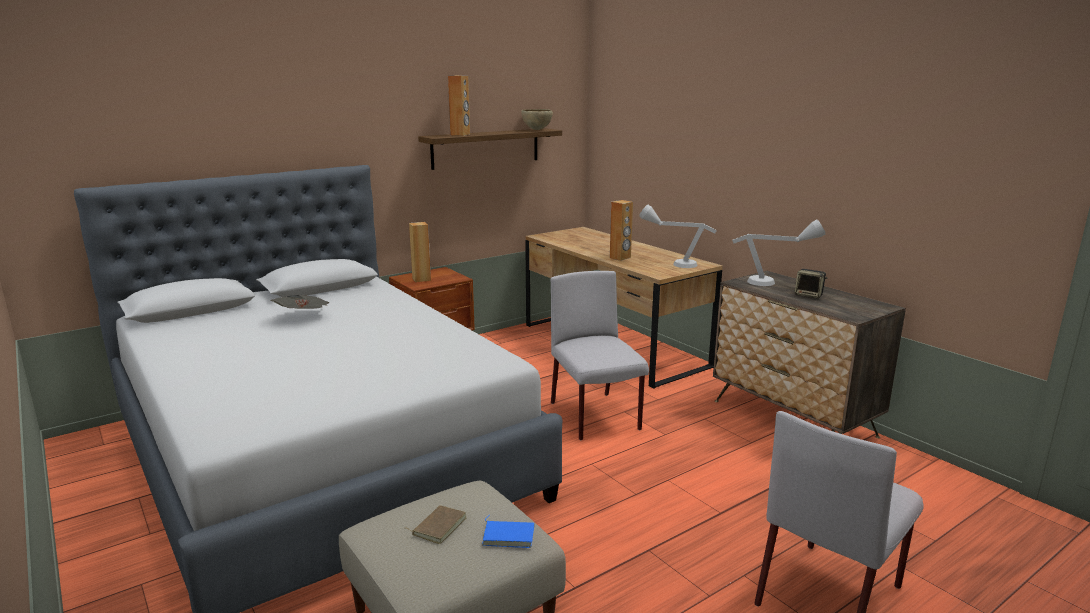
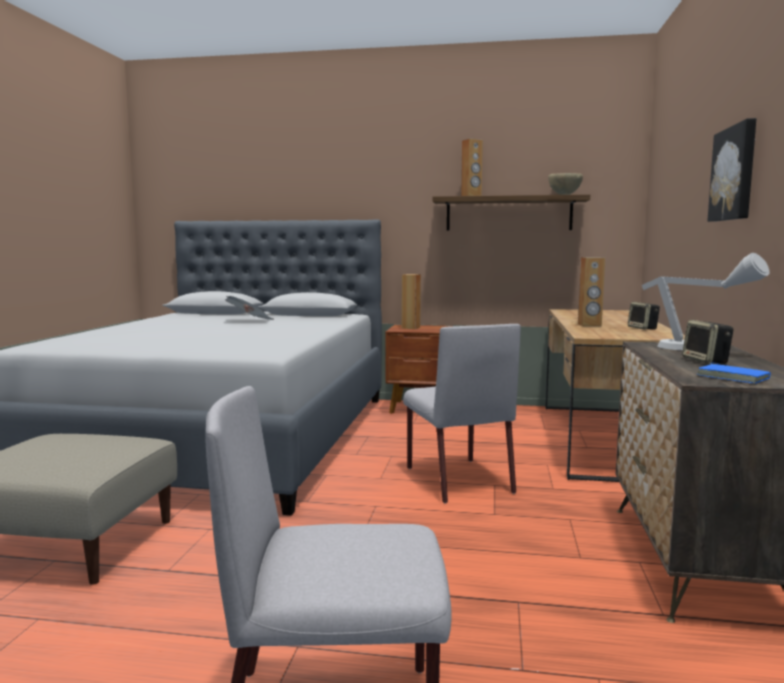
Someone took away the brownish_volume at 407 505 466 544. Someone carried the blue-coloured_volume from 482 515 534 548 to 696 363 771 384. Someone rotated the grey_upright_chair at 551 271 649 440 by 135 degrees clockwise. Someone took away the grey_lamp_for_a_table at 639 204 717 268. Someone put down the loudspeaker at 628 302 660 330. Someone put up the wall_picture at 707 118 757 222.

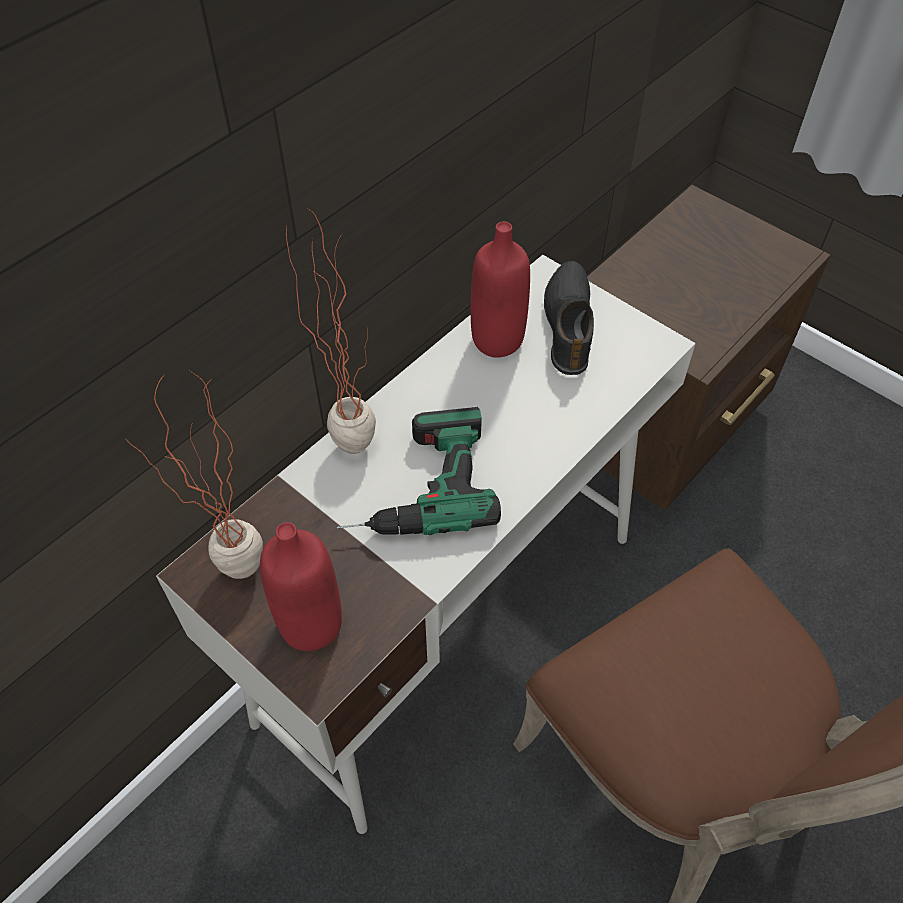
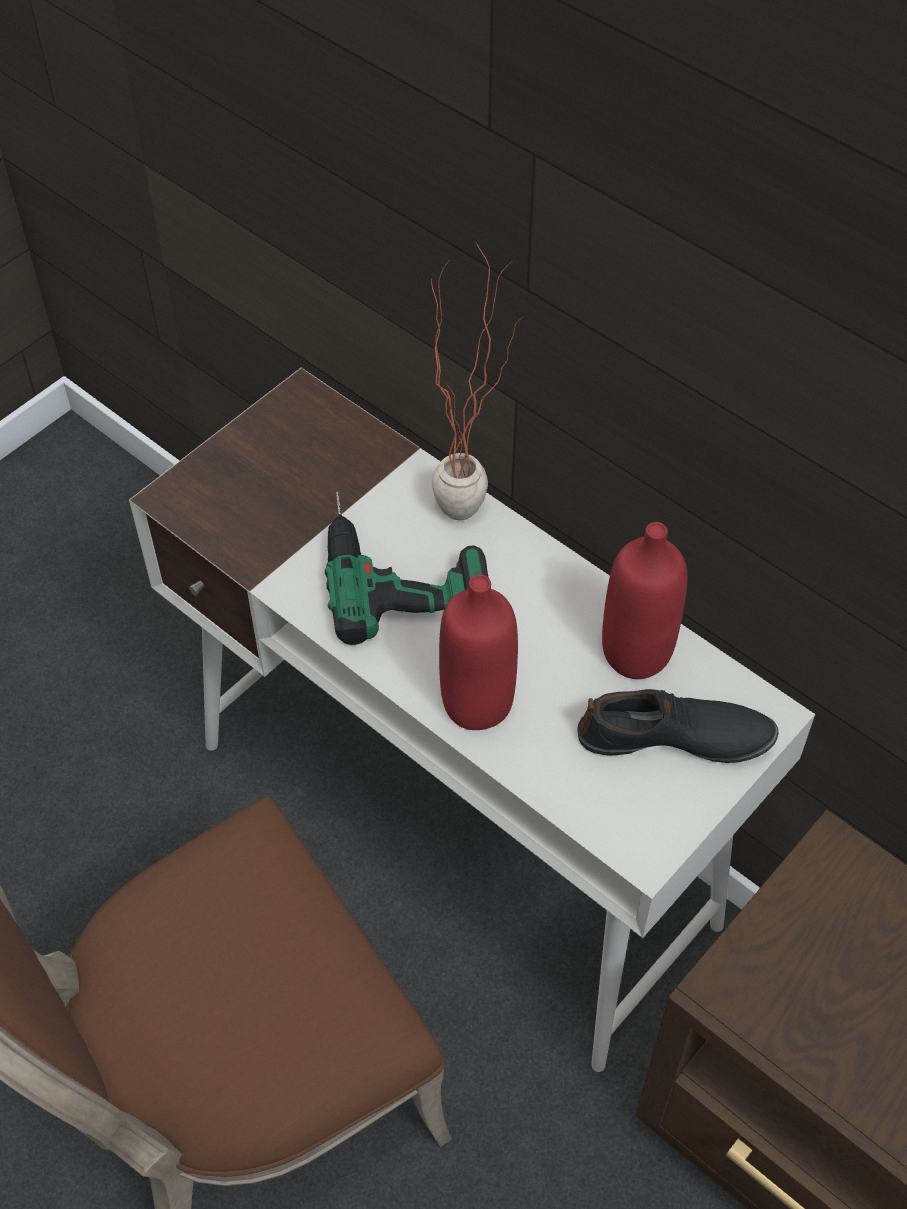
Someone took away the plant_in_a_pot at 130 371 263 579. Someone carried the red-coloured_bottle from 260 522 342 651 to 439 574 518 730.

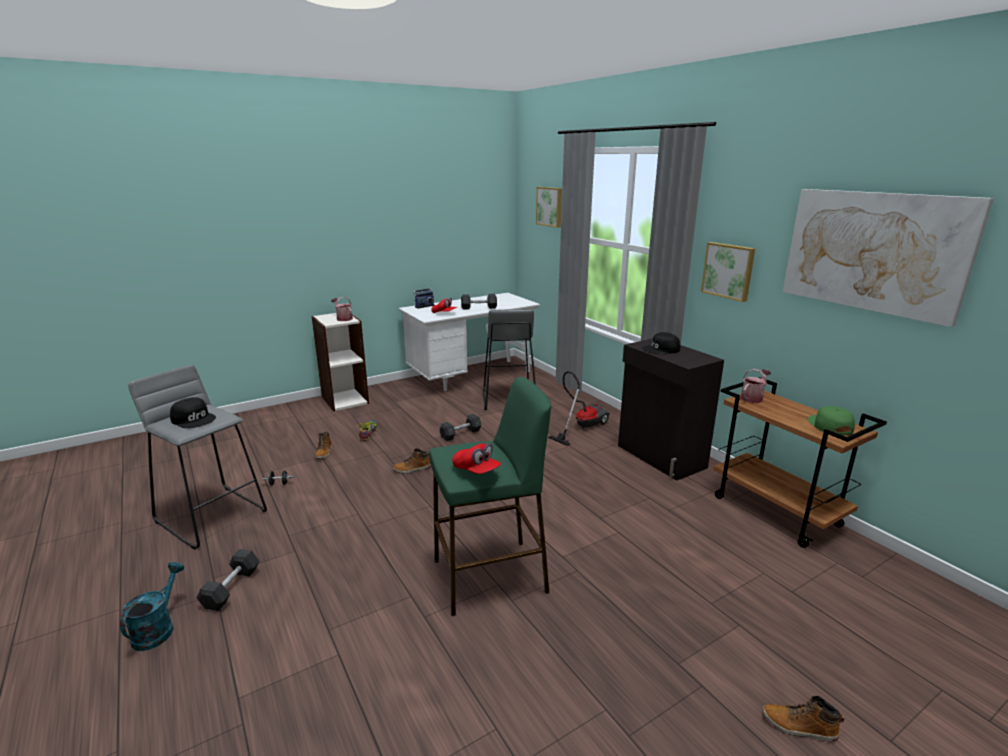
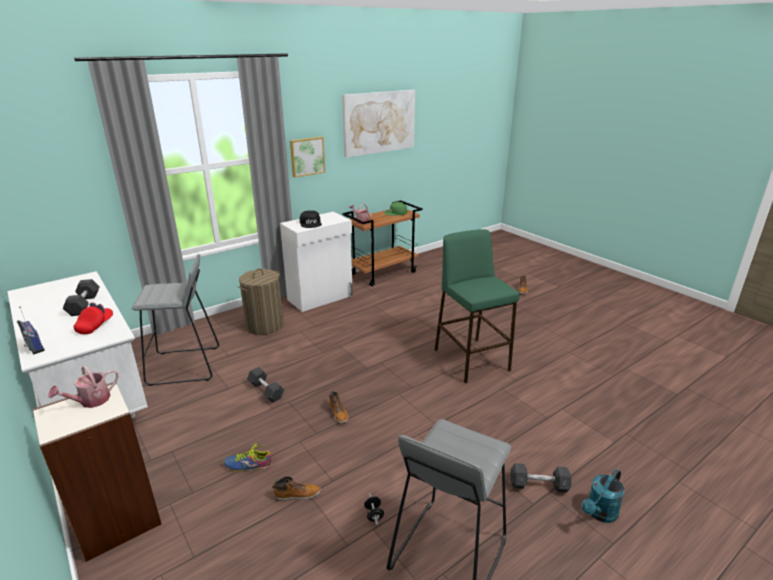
Someone rotated the turquoise-coloured_watering_pot at 120 562 184 651 by 45 degrees counterclockwise. Someone took away the black-coloured_cap at 170 397 216 428. Someone took away the red-coloured_cap at 452 443 501 474. Someone took away the wall_picture at 536 187 562 228. Someone swapped the hoover at 548 371 610 446 for the hamper at 238 268 284 335. Someone repainted the black-coloured_cupboard at 618 338 724 481, which became the white-coloured_cupboard at 280 212 353 312.

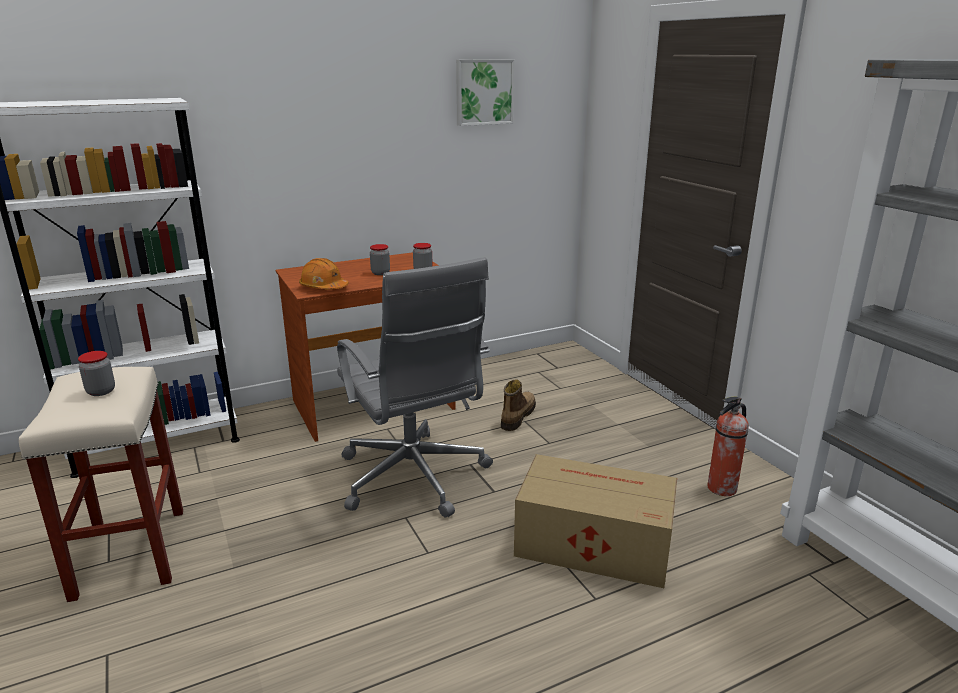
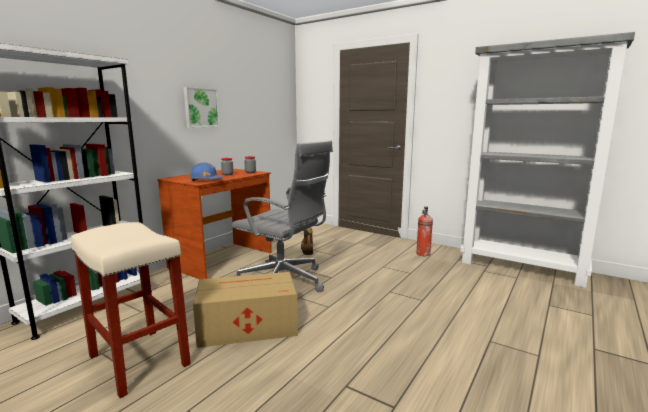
Someone took away the preserve_jar at 78 351 115 396. Someone repainted the orange-coloured_safety_helmet at 299 258 349 289, which became the blue-coloured_safety_helmet at 189 163 222 181. Someone carried the wall_picture from 456 59 515 126 to 184 87 220 128. Someone carried the packing_box from 514 454 677 588 to 193 272 298 348.

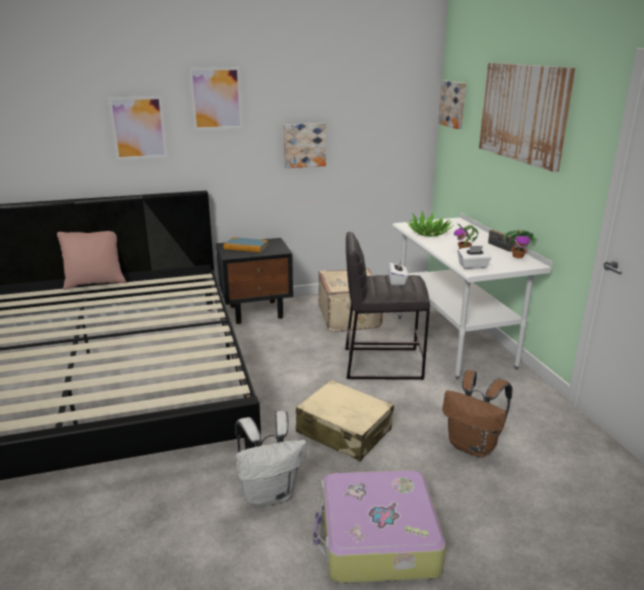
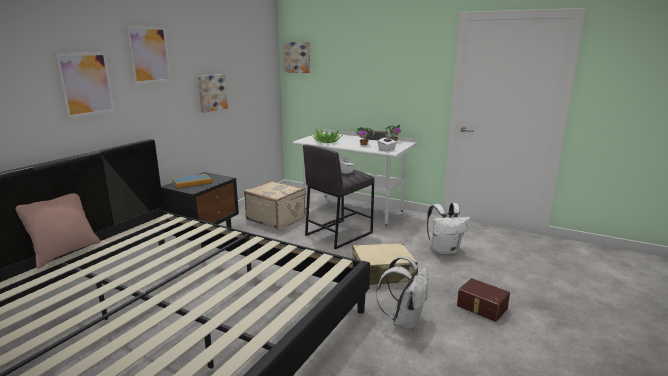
Someone swapped the piece_of_luggage at 313 470 446 583 for the brownish_storage_box at 457 278 510 322. Someone repainted the brownish_knapsack at 442 370 512 457, which became the white-coloured_knapsack at 427 203 470 255. Someone took away the wall_picture at 479 63 575 172.

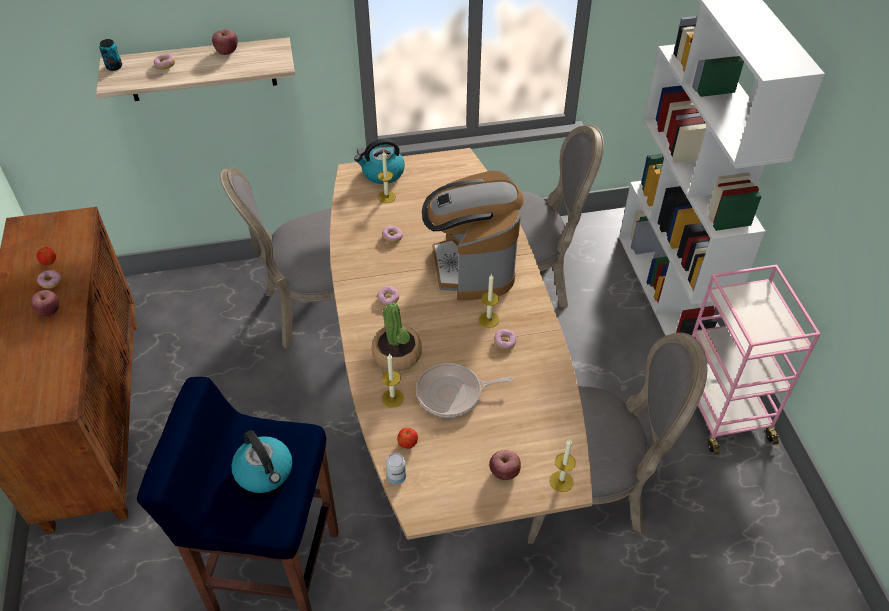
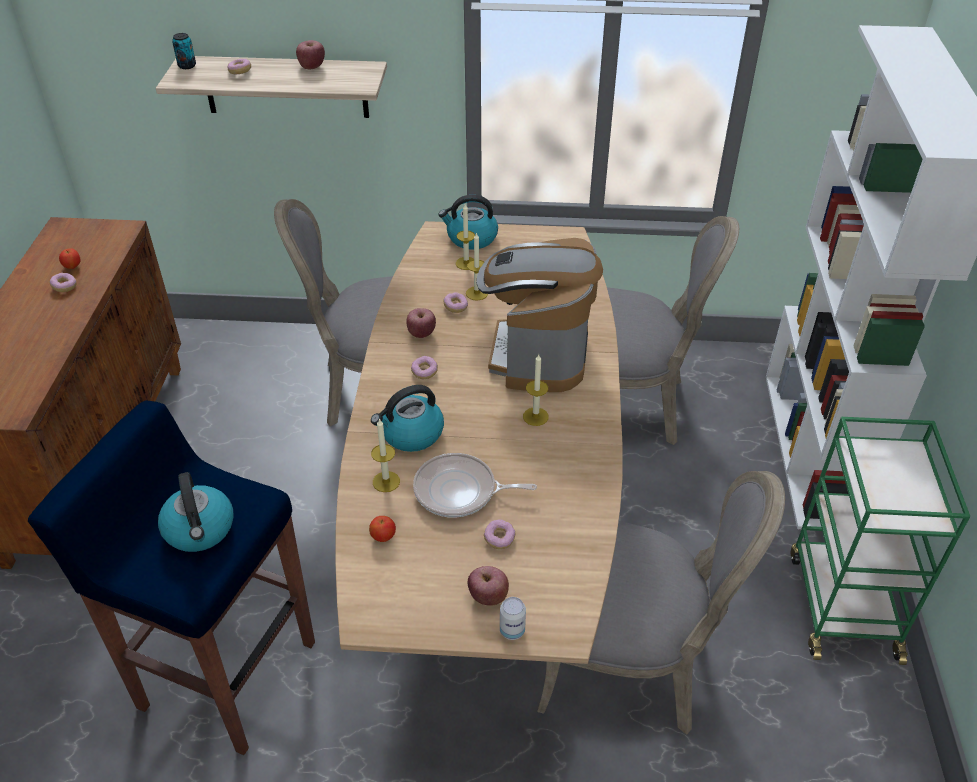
Someone carried the apple from 31 290 59 317 to 406 308 436 338. Someone swapped the plant_in_a_pot at 372 302 422 371 for the kettle at 371 385 444 452. Someone carried the can from 386 453 406 484 to 500 597 526 640. Someone carried the donut from 494 329 516 350 to 484 519 515 549. Someone carried the candle from 550 439 576 492 to 466 233 488 301. Someone repainted the pinkish_cart at 692 265 820 455, which became the greenish_cart at 790 417 970 665.

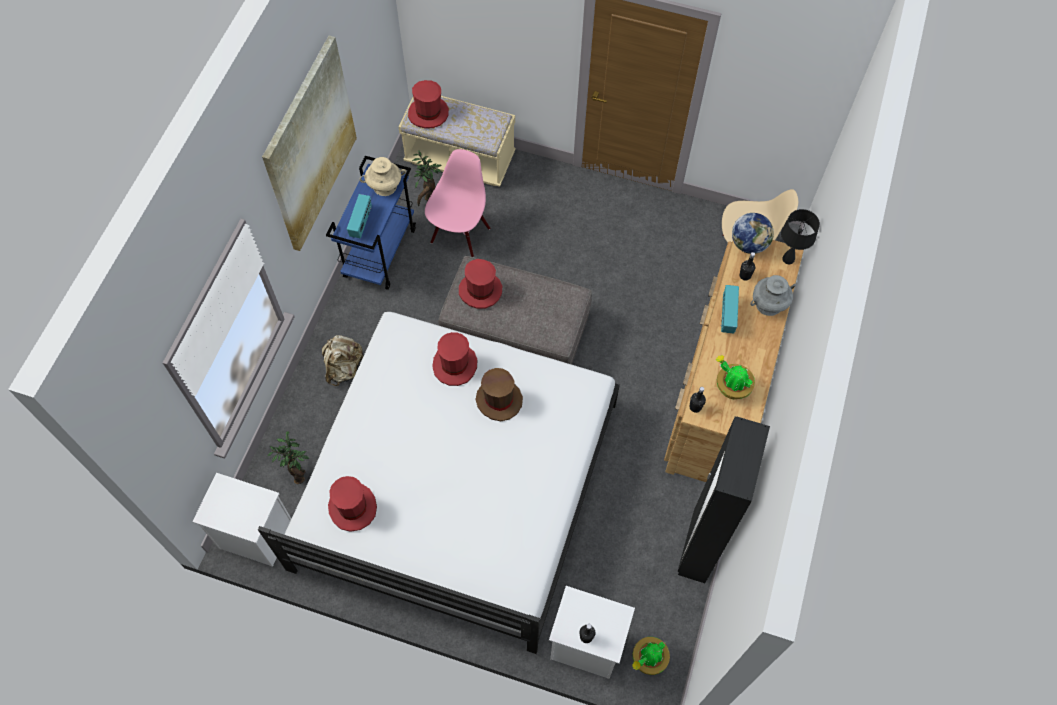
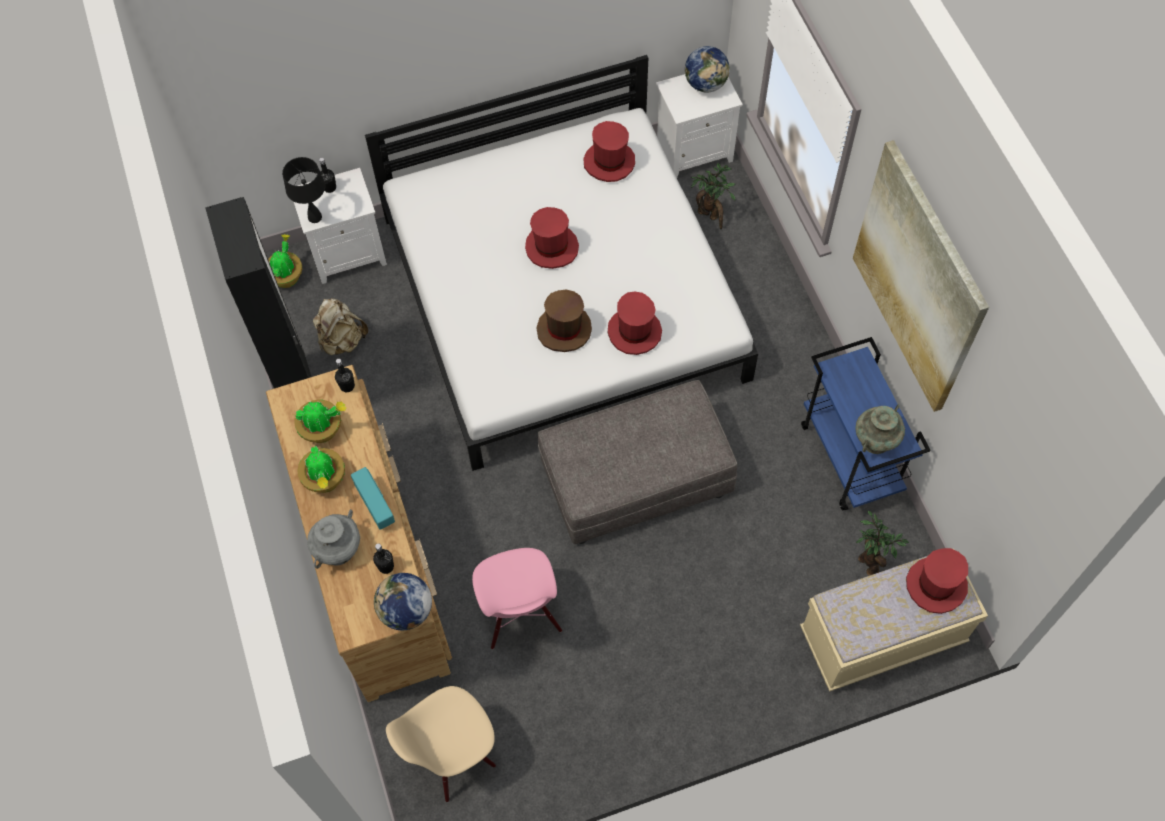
Someone carried the beige_knapsack from 322 335 363 386 to 313 298 368 355. Someone took away the radio at 347 194 372 238. Someone repainted the beige_decorative_vase at 360 157 406 196, which became the turquoise-coloured_decorative_vase at 855 404 905 454. Someone carried the pinkish_upright_chair from 425 149 490 257 to 472 548 562 649. Someone carried the red-coloured_hat from 459 259 502 309 to 525 207 579 269. Someone carried the black-coloured_lamp_for_a_table from 781 209 820 264 to 282 157 325 223. Someone put down the plant_in_a_pot at 297 445 345 493. Someone put down the world_globe at 685 46 730 93.

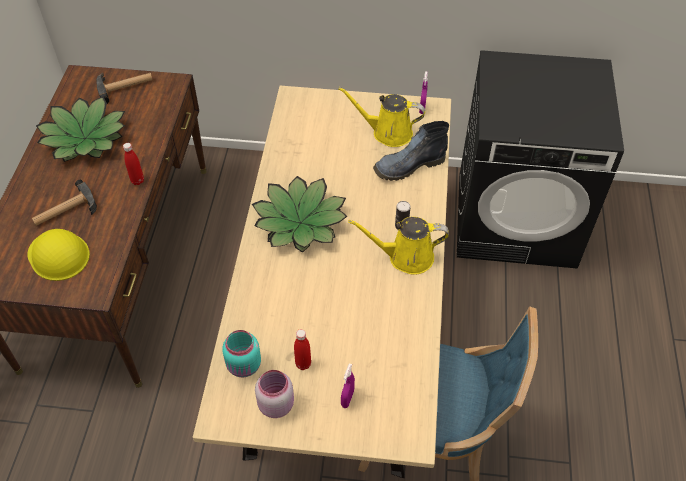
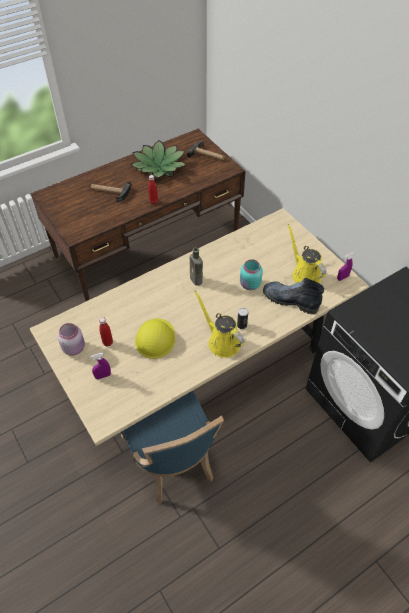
Someone carried the yellow-coloured_safety_helmet from 27 229 90 281 to 135 318 175 359. Someone carried the turquoise-coloured_preserve_jar from 222 330 261 378 to 240 259 263 290. Someone swapped the plant_in_a_pot at 252 176 348 253 for the brownish_bottle at 190 247 203 286.

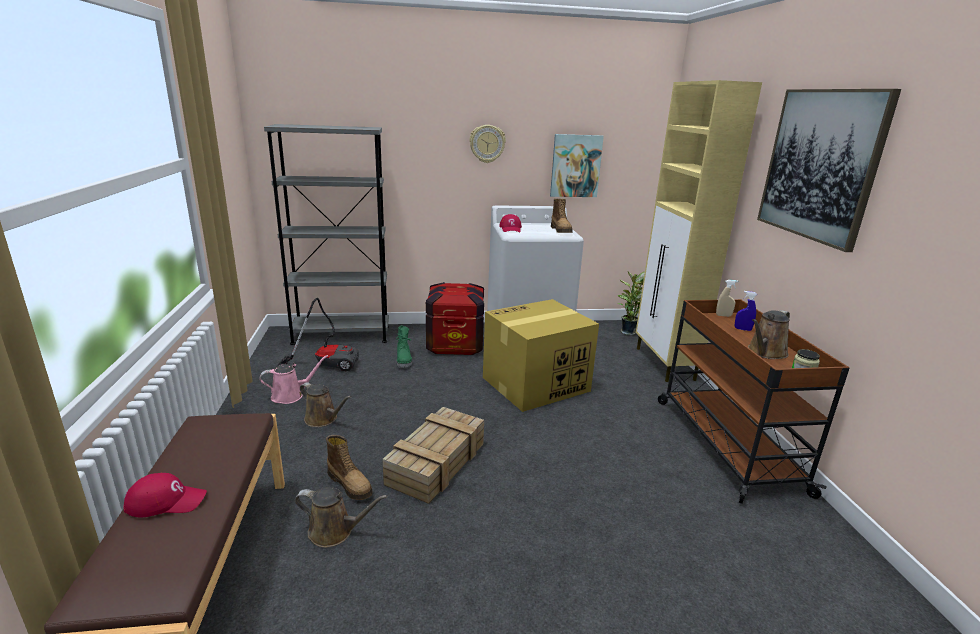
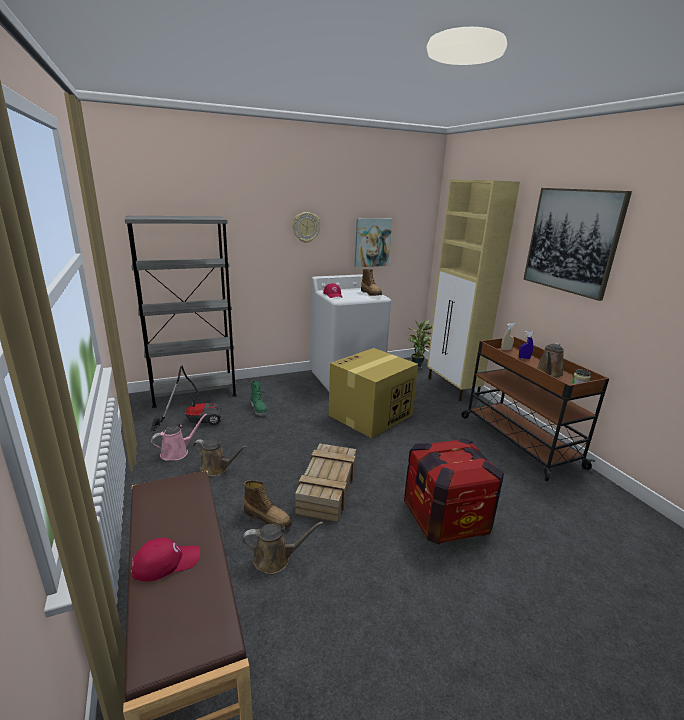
Someone carried the shipping_crate from 426 282 484 355 to 404 438 504 545.

